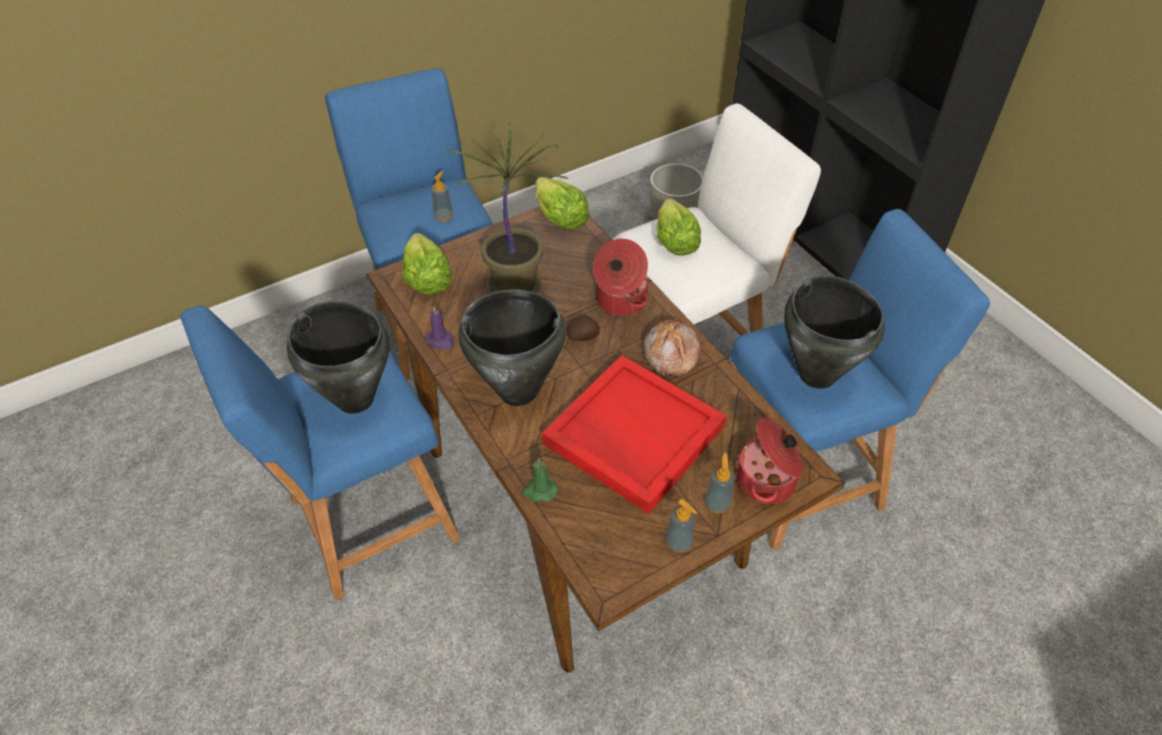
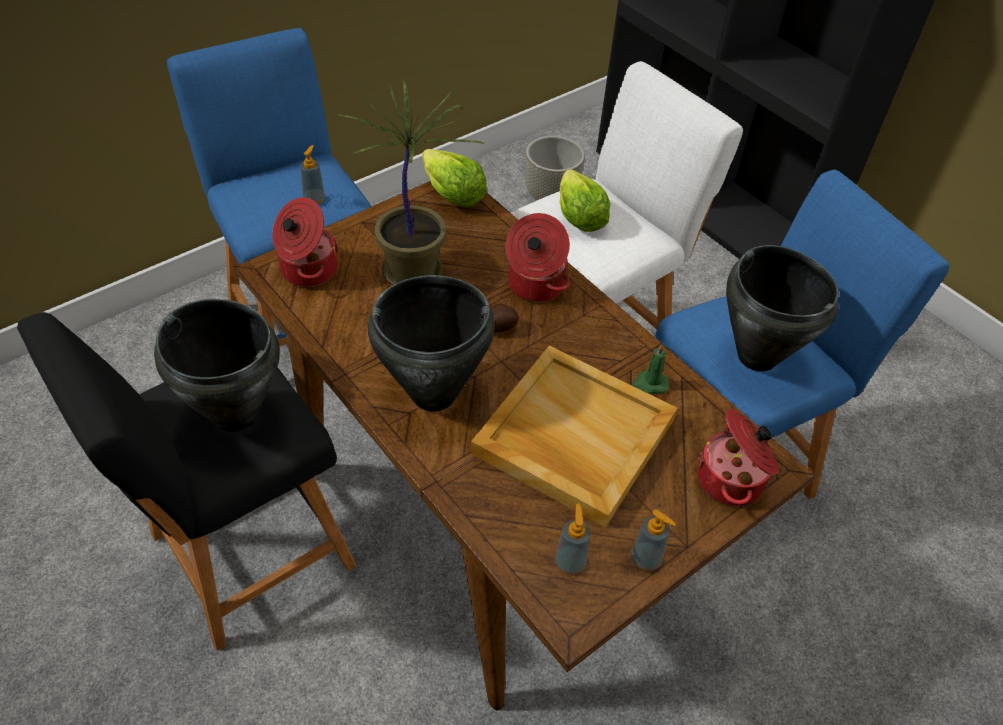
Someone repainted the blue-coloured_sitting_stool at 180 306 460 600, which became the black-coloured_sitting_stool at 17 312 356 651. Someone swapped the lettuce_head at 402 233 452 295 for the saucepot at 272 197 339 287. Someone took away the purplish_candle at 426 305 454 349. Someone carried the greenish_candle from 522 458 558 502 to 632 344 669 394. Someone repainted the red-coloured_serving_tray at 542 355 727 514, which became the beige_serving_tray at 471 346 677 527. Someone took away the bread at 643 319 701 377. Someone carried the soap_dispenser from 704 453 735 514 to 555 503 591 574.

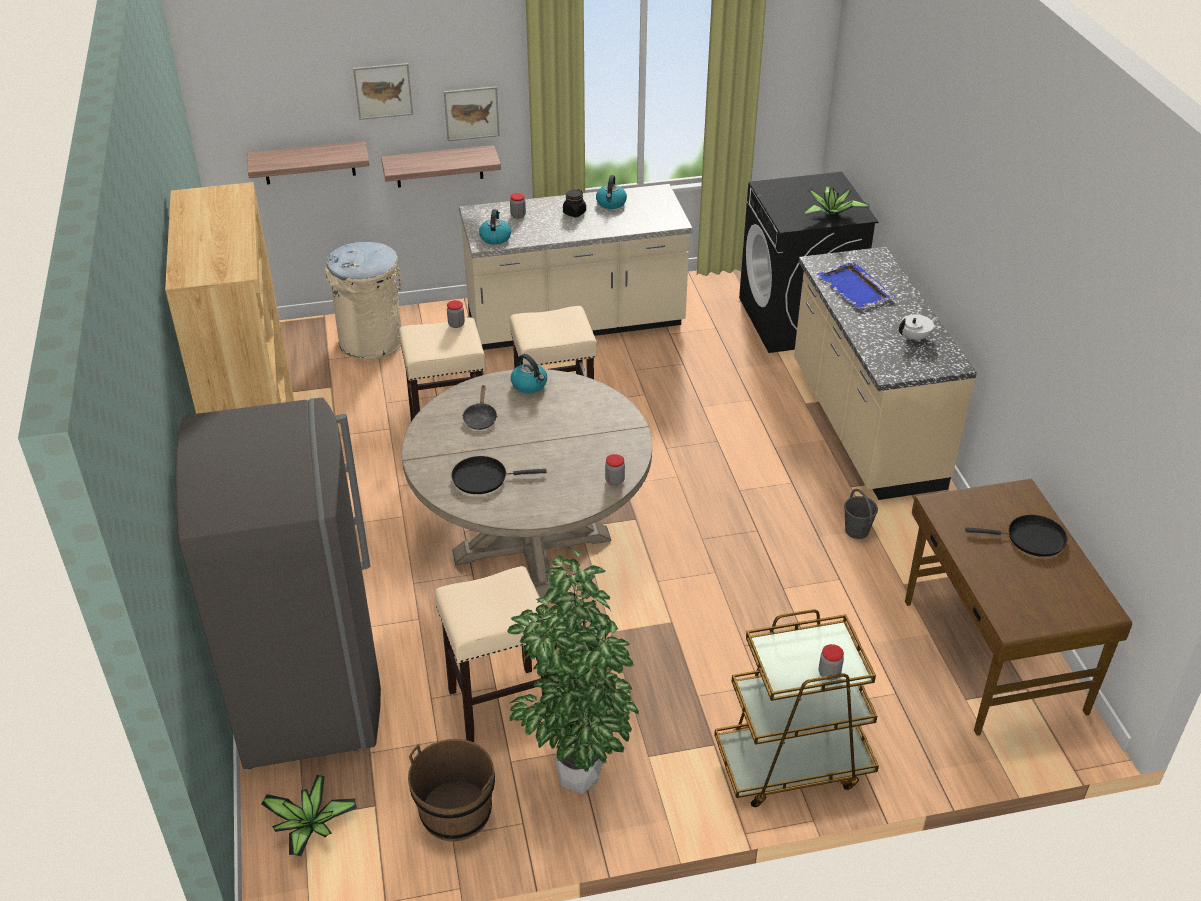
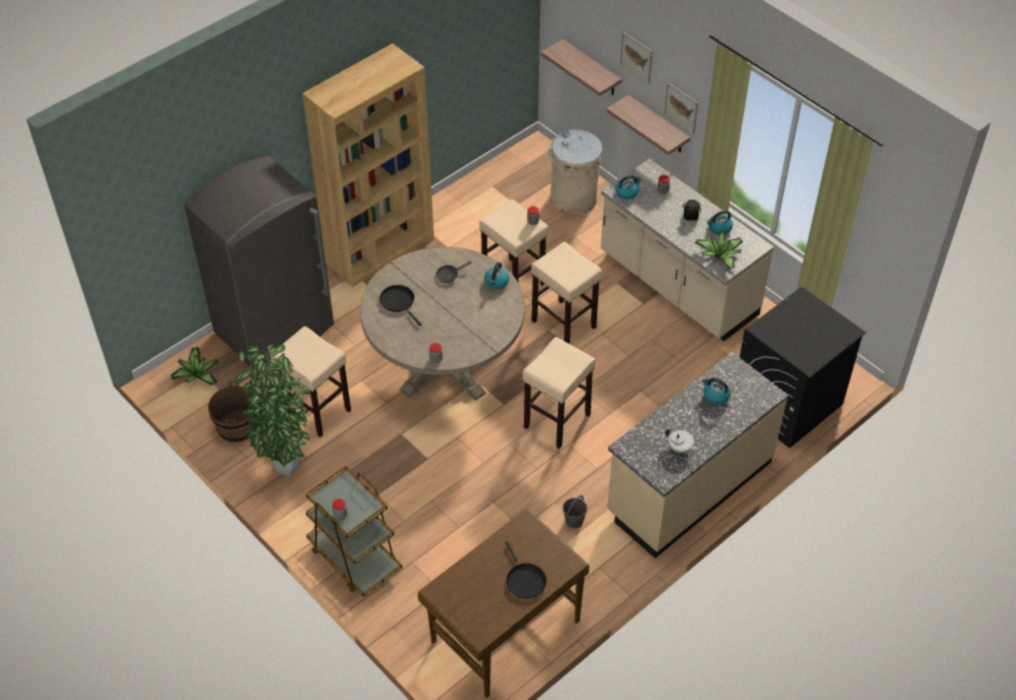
Someone carried the plant_in_a_pot from 802 186 870 217 to 695 231 743 270. Someone swapped the blue-coloured_serving_tray at 817 262 895 308 for the kettle at 702 378 731 405. Someone put down the beige_sitting_stool at 523 337 596 449.

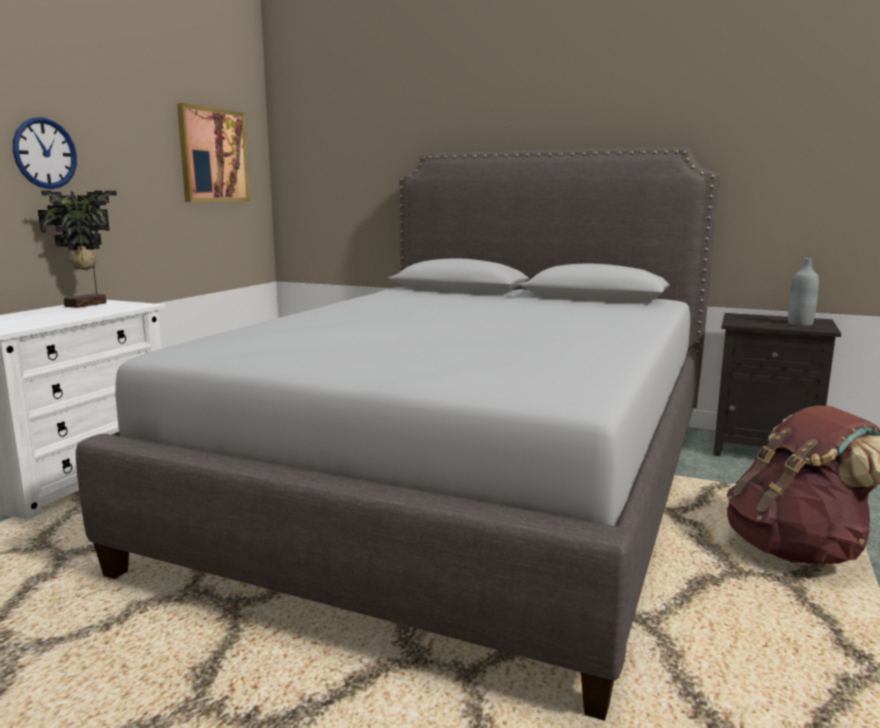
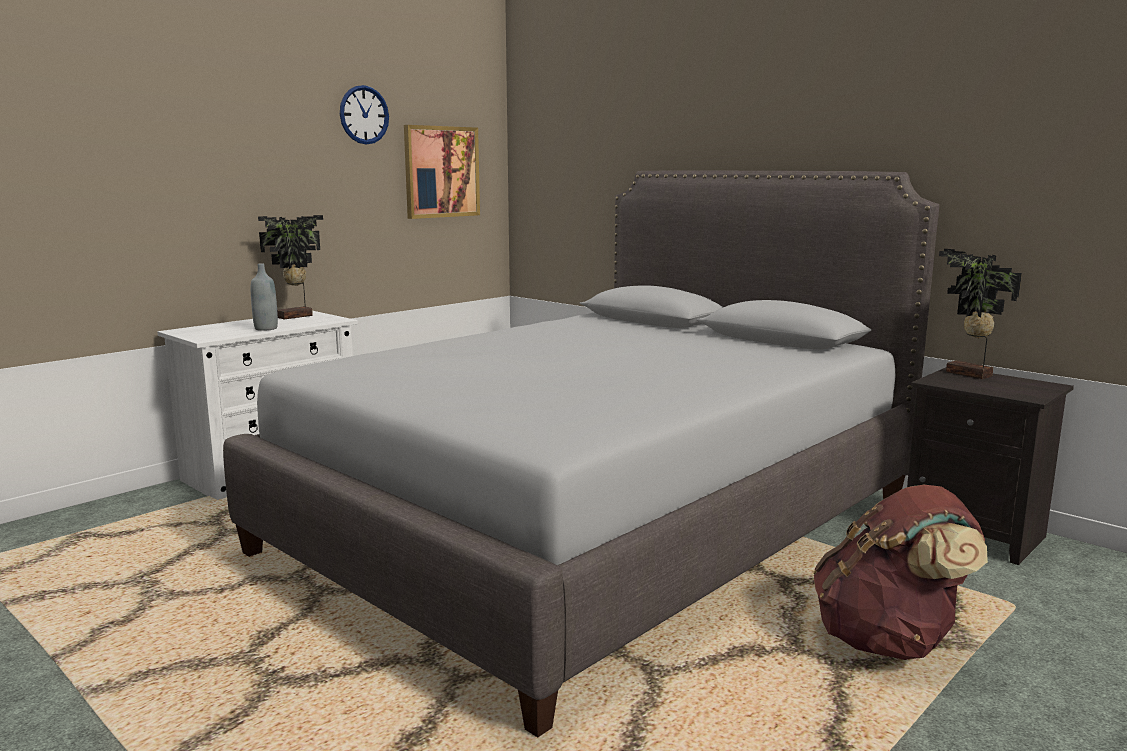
Someone carried the wall_clock from 13 117 77 189 to 340 85 389 144. Someone carried the grey_bottle from 788 258 819 326 to 251 264 278 331. Someone put down the plant_in_a_pot at 939 249 1022 379.

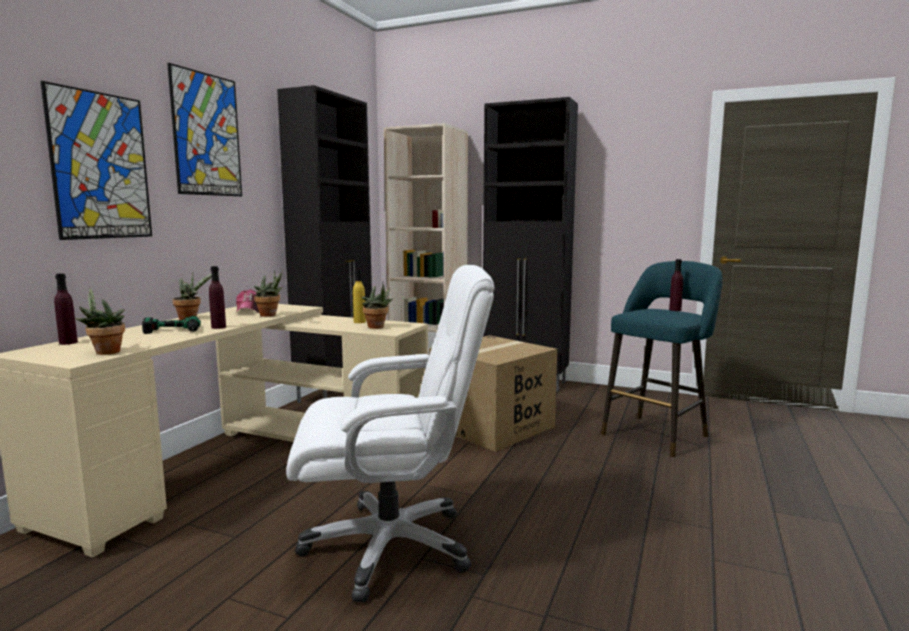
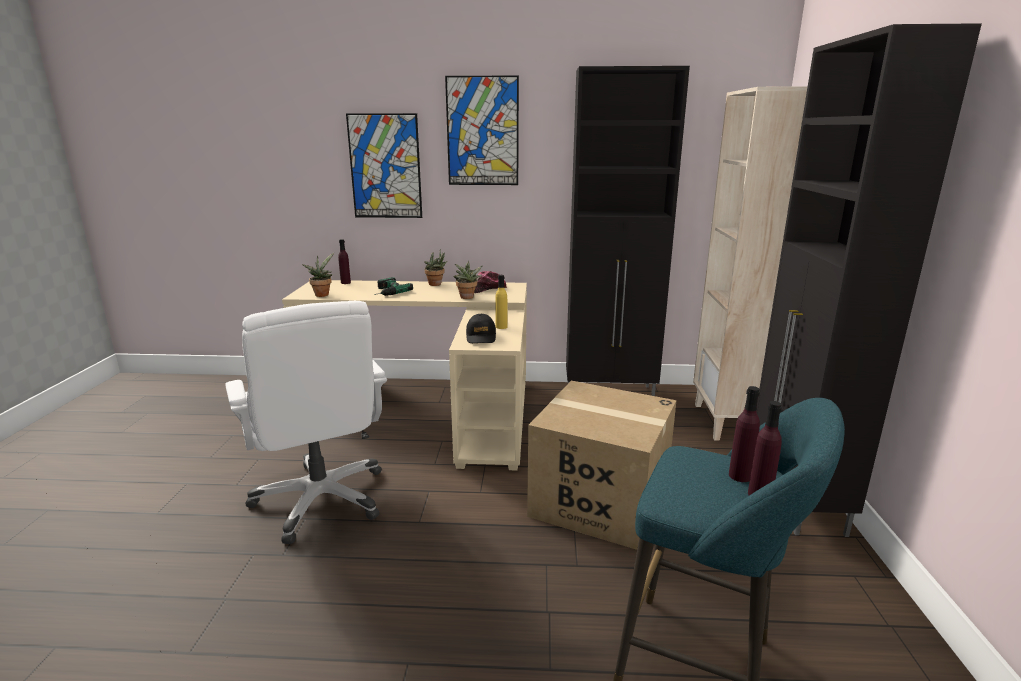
Someone carried the purplish_bottle from 209 266 226 329 to 729 386 760 482. Someone swapped the plant_in_a_pot at 362 282 393 329 for the black-coloured_cap at 466 314 496 343.

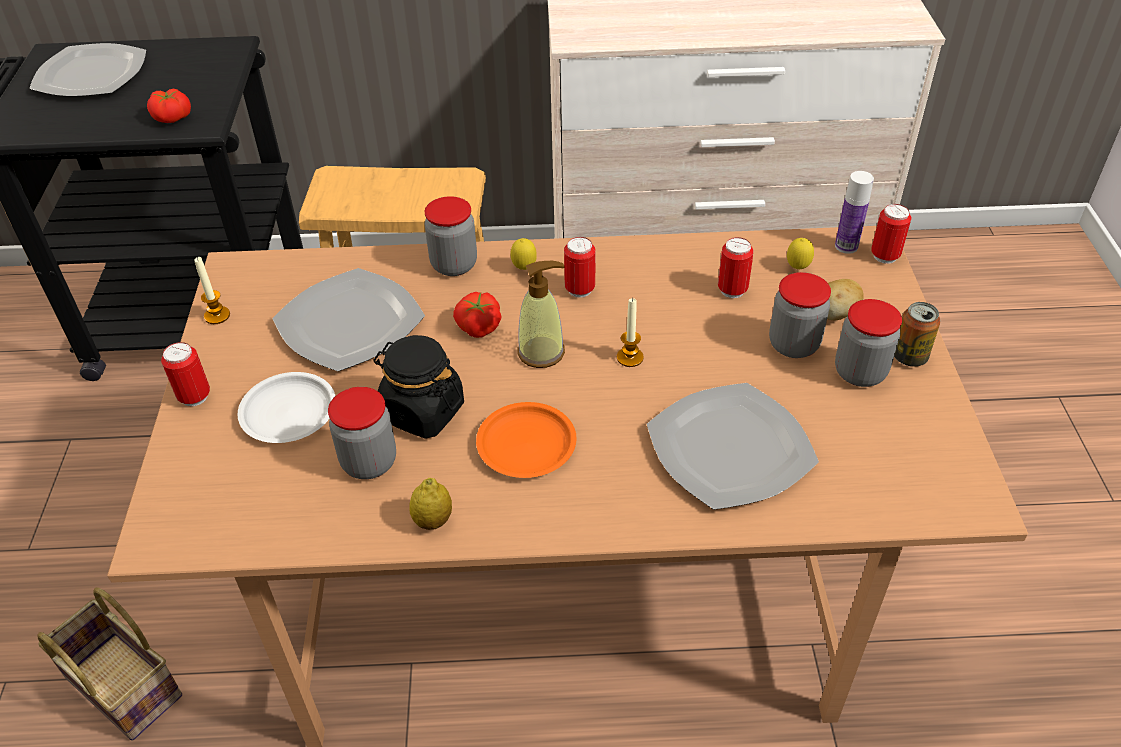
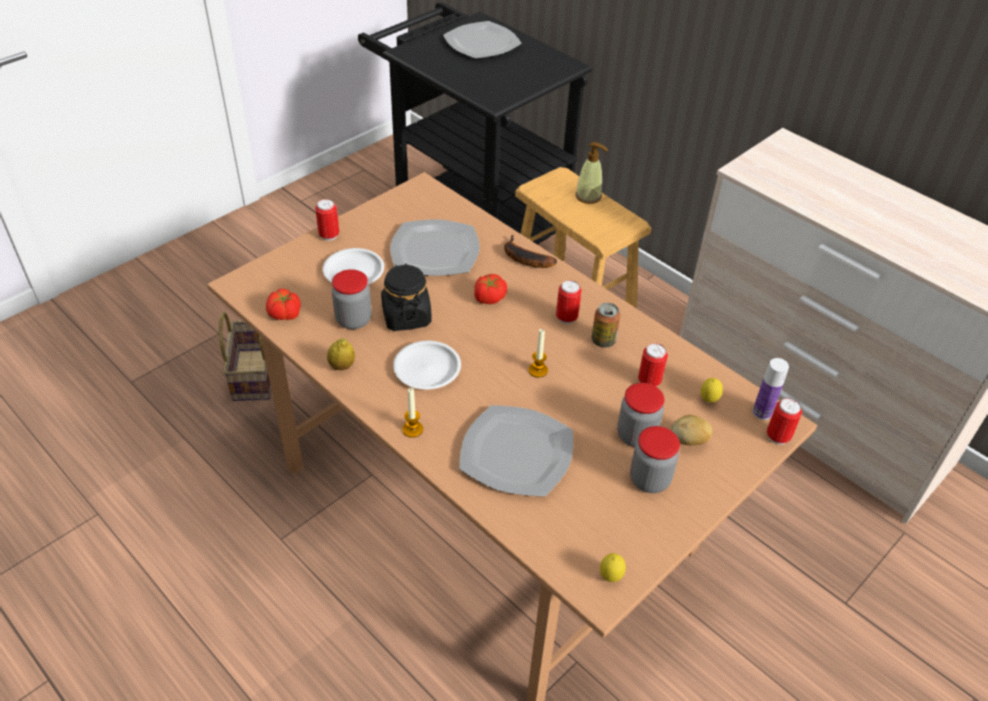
Someone carried the fresh_tomato from 147 89 191 123 to 266 289 301 320. Someone carried the candle from 194 257 230 324 to 402 388 423 438. Someone swapped the preserve_jar at 425 196 477 276 for the whole_banana at 504 235 557 268. Someone repainted the orange-coloured_flat_dish at 476 402 577 478, which became the white-coloured_flat_dish at 393 341 461 389. Someone carried the lemon from 510 238 537 270 to 600 553 626 582. Someone carried the soap_dispenser from 517 261 565 368 to 576 142 608 204. Someone carried the can from 894 302 940 367 to 592 303 620 348.

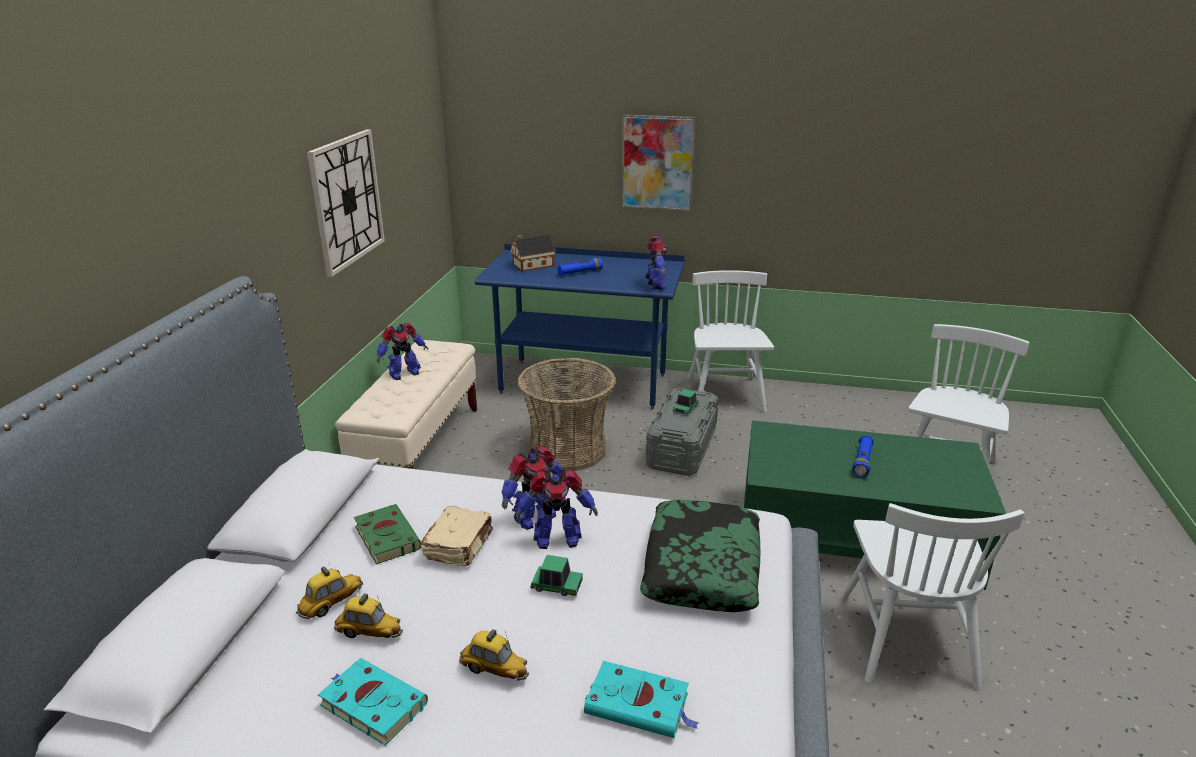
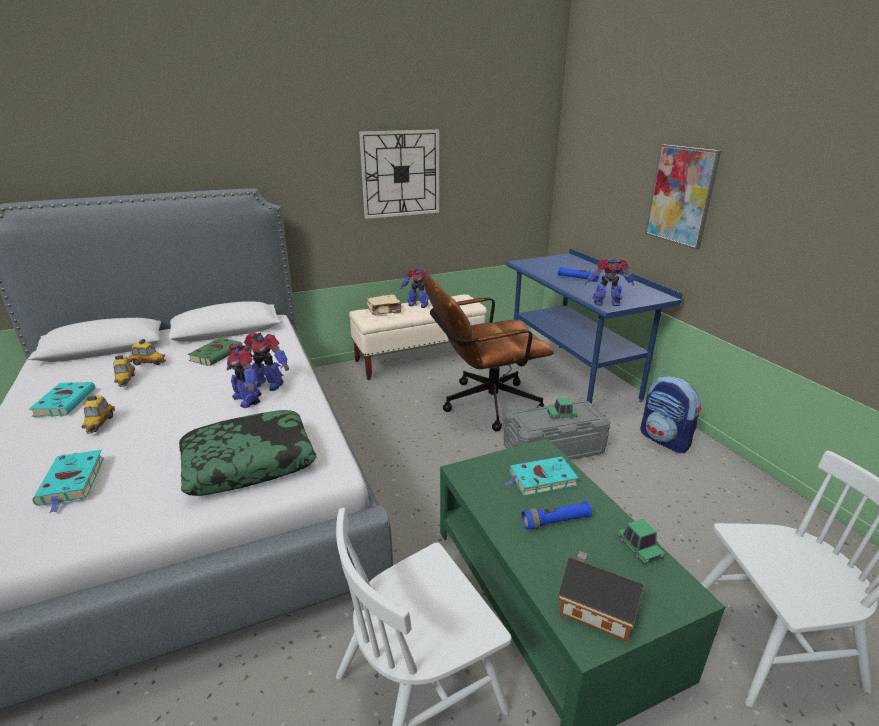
Someone carried the beige_volume from 421 506 493 566 to 367 294 401 315. Someone carried the miniature_house from 510 235 556 271 to 558 551 643 642. Someone swapped the storage_basket at 517 357 616 471 for the brownish_desk_chair at 423 276 554 431. Someone carried the model_car from 531 555 583 596 to 617 519 665 565. Someone rotated the robot_figure at 645 236 667 290 by 135 degrees counterclockwise. Someone swapped the white-coloured_upright_chair at 688 270 774 412 for the knapsack at 640 376 702 453. Someone put down the turquoise-coloured_volume at 503 457 579 496.

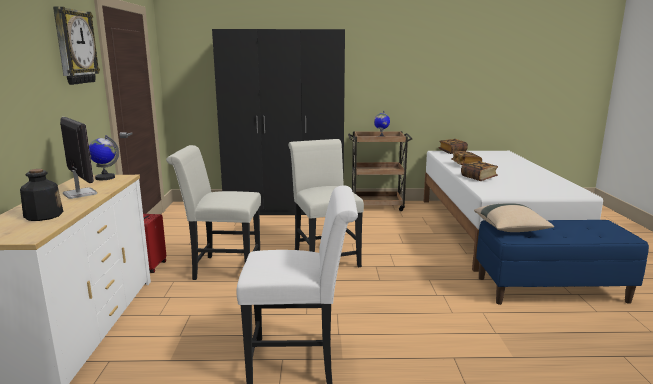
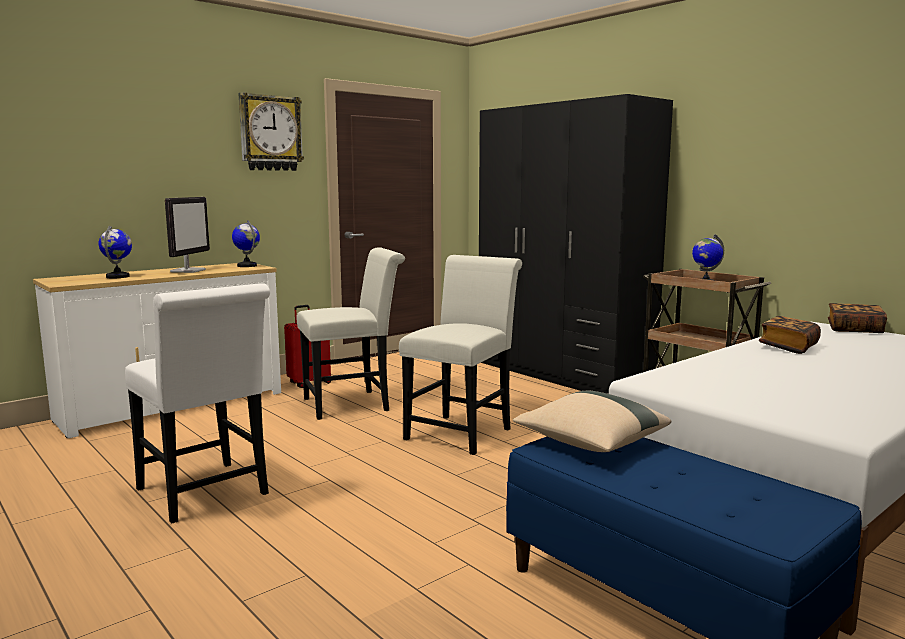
Someone swapped the bottle at 20 169 64 221 for the world_globe at 99 226 132 278. Someone rotated the white-coloured_upright_chair at 166 145 261 280 by 105 degrees clockwise. Someone took away the volume at 461 161 498 181.

